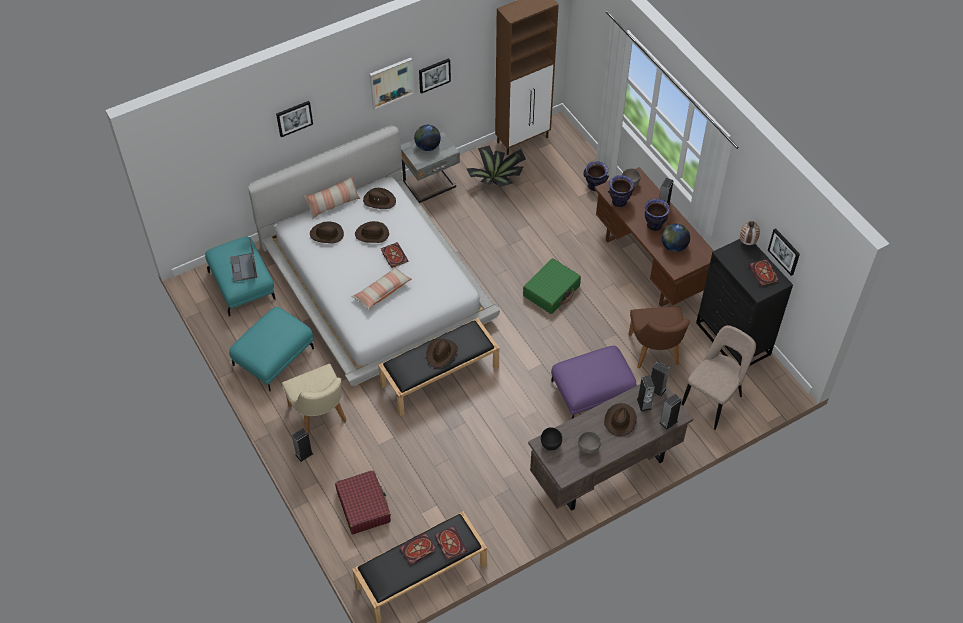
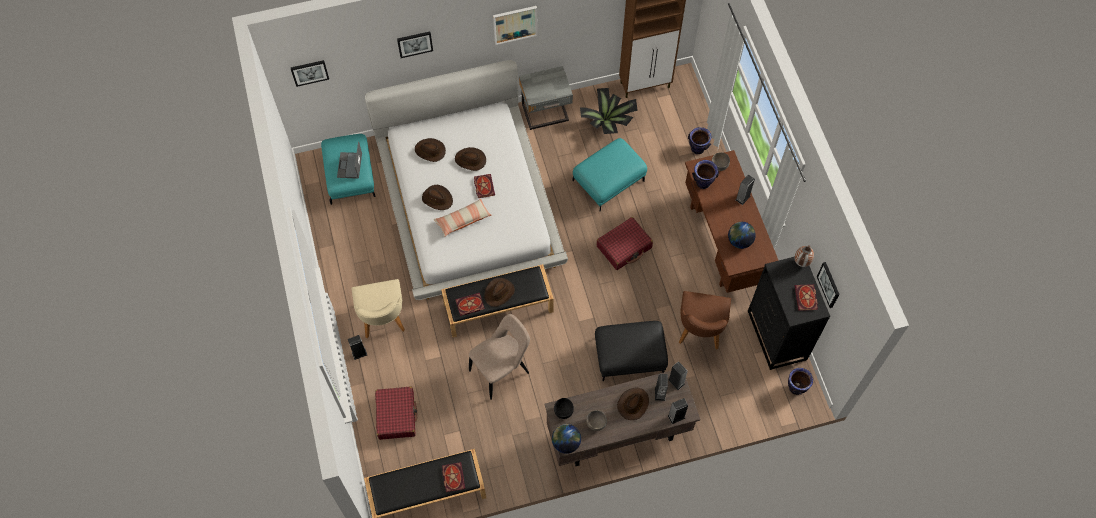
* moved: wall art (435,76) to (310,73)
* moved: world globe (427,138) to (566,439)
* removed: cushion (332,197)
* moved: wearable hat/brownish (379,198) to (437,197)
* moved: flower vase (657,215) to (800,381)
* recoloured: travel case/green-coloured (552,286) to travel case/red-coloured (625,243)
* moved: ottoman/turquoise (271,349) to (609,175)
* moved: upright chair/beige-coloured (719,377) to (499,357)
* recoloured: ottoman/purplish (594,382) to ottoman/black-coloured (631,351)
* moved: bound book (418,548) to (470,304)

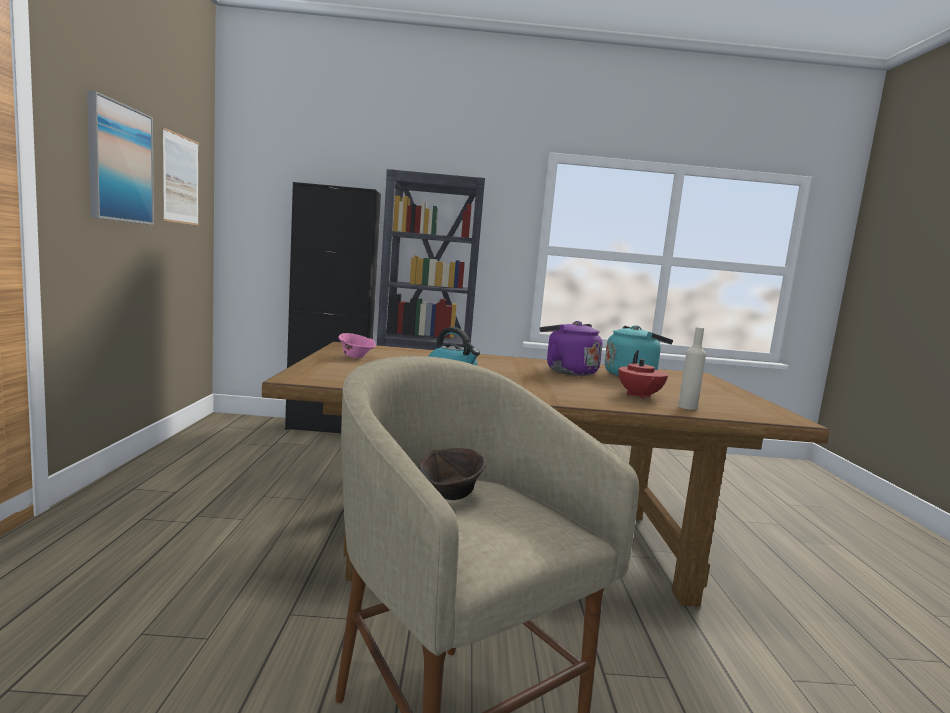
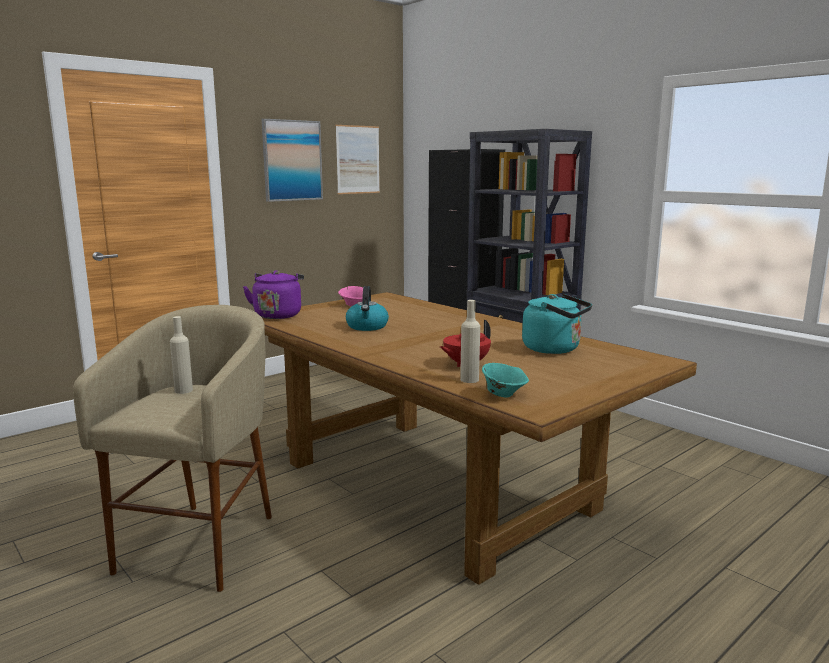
* moved: water kettle/purplish (571,348) to (273,294)
* replaced: deep dish/brownish (452,474) to bottle/beige-coloured (181,355)
* added: deep dish/turquoise (505,380)

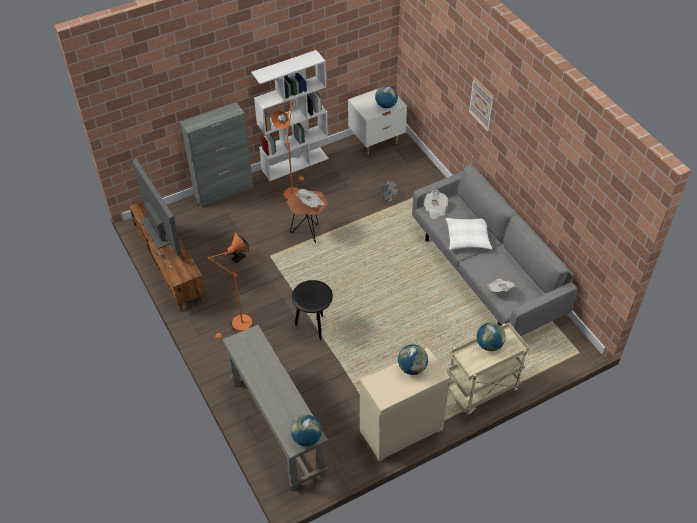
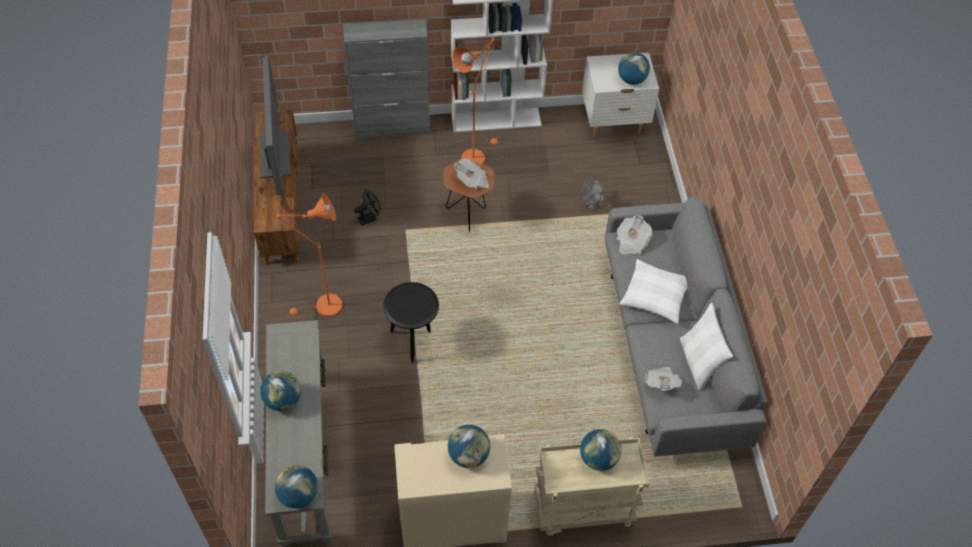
* removed: wall art (481,104)
* added: cushion/whitish (706,347)
* added: world globe (280,391)

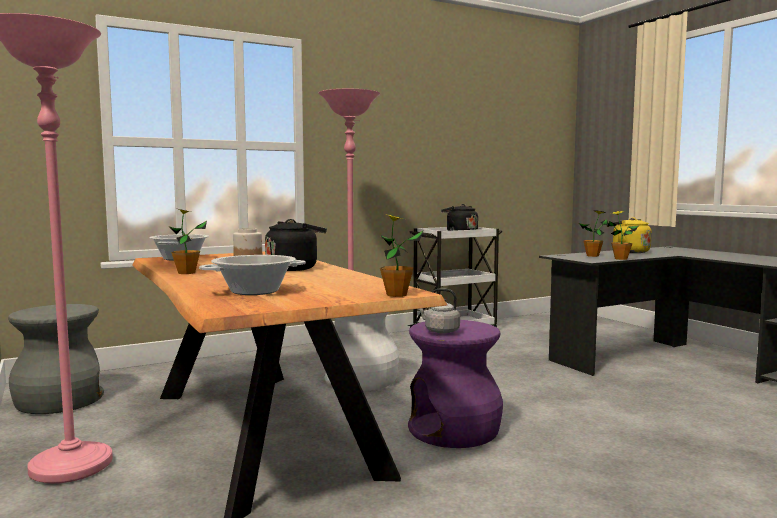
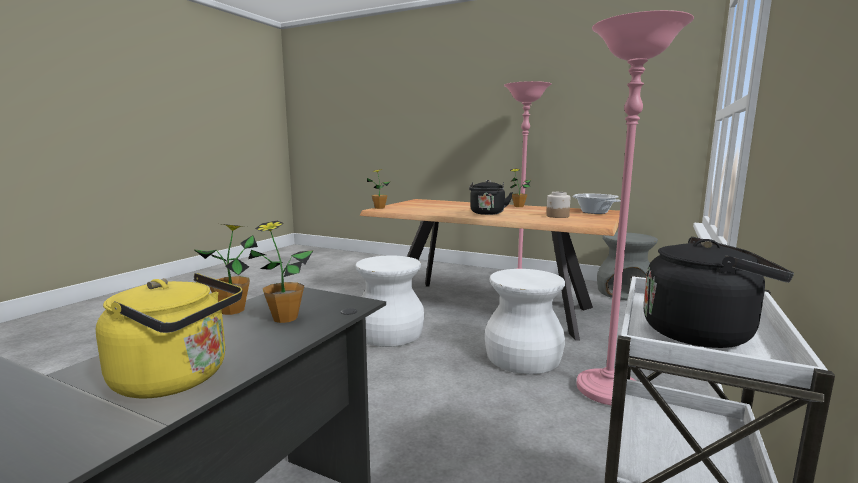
* removed: cooking pot (252,275)
* removed: water kettle/grey (438,311)
* recoloured: stool/purplish (455,384) to stool/whitish (389,301)

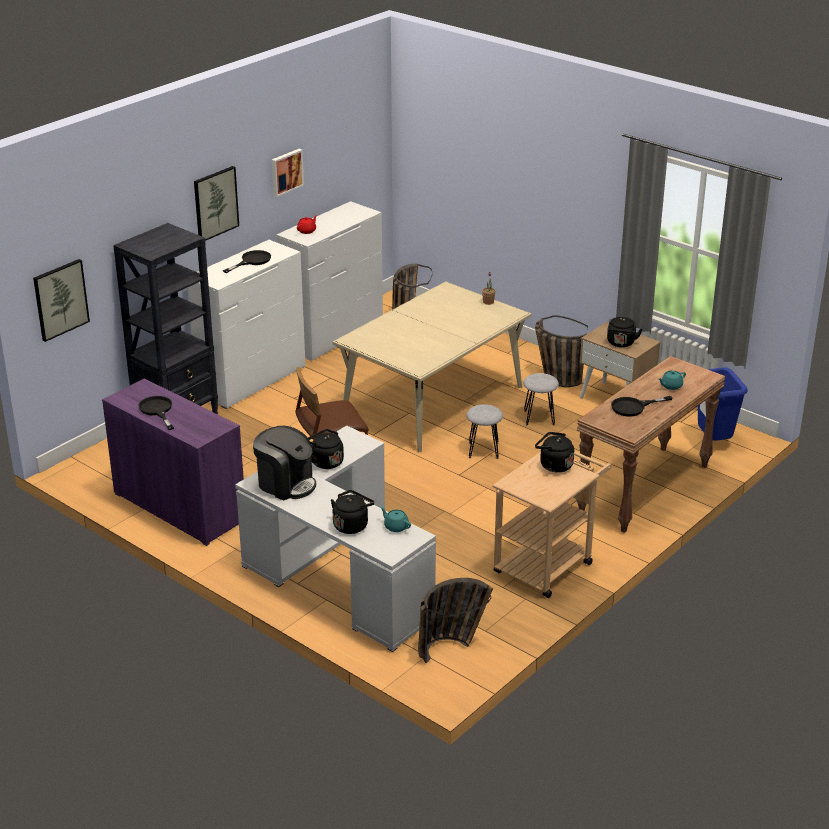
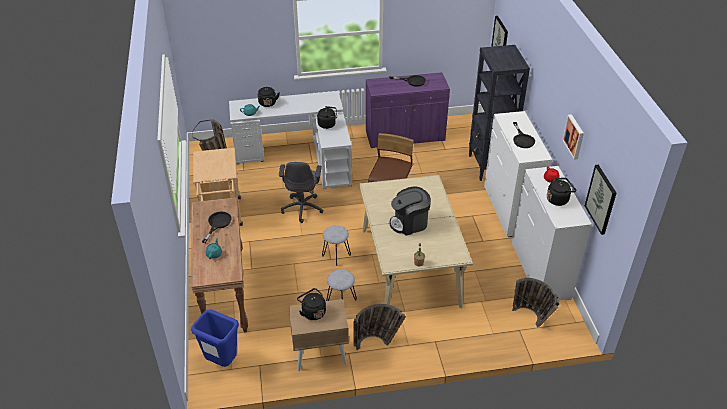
* moved: wall art (216,203) to (600,200)
* moved: coffee maker (284,463) to (410,211)
* moved: water kettle/black-coloured (554,452) to (561,192)
* added: desk chair/grey (301,192)

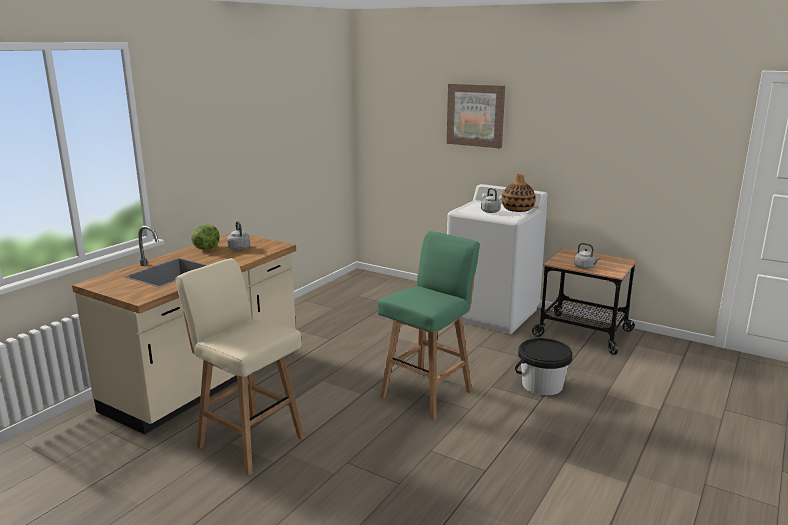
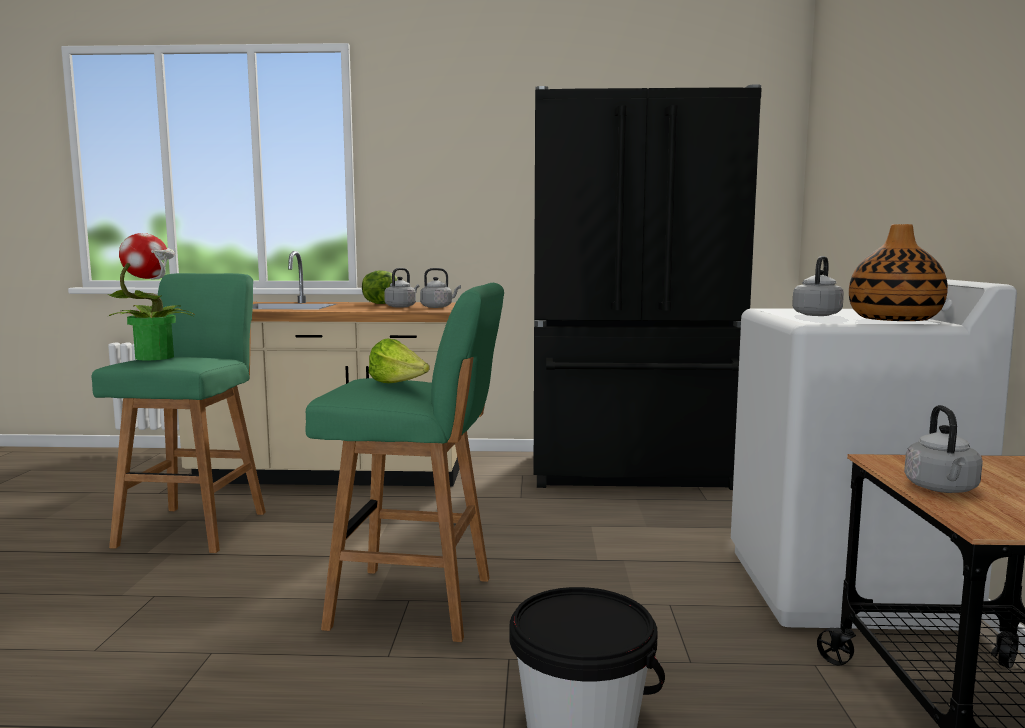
* removed: wall art (476,116)
* recoloured: stool/beige-coloured (240,366) to stool/green-coloured (179,413)
* added: refrigerator/black-coloured (647,287)
* added: plant in a pot (151,297)
* added: water kettle/grey (440,288)
* added: lettuce (399,360)

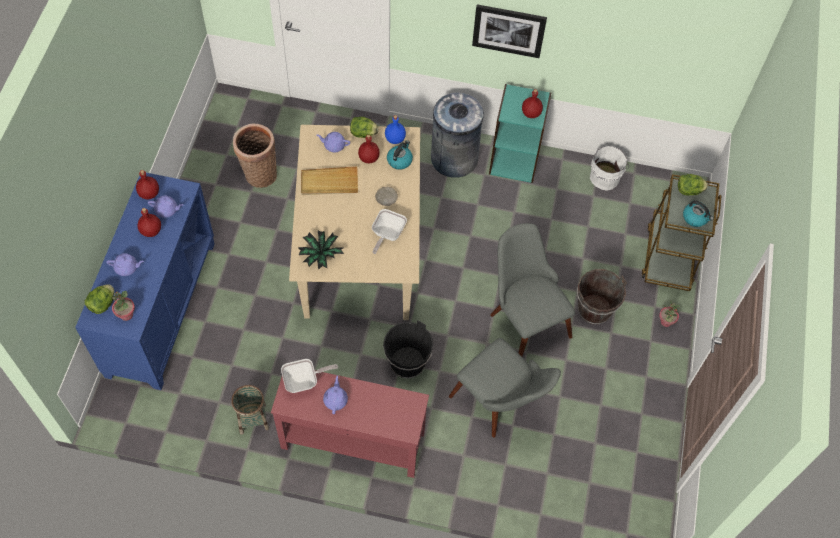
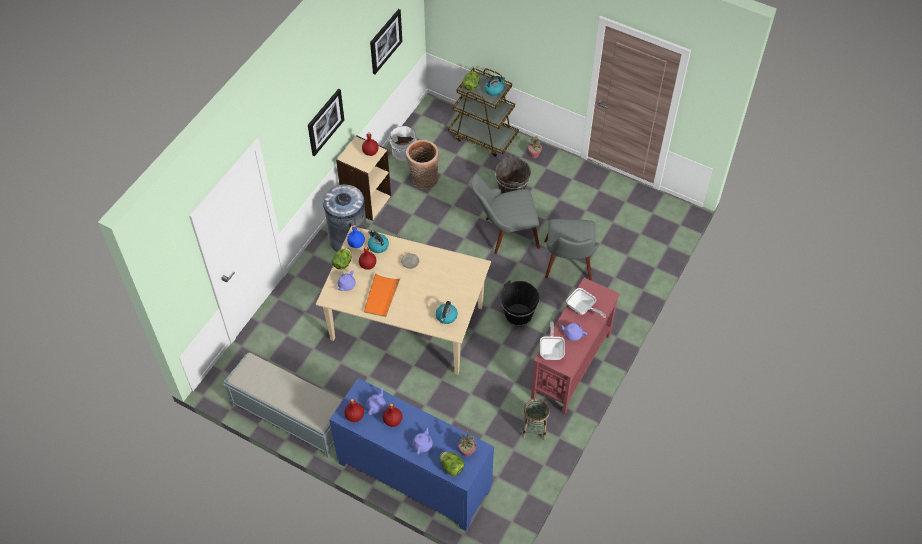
* recoloured: bookshelf/turquoise (520,133) to bookshelf/beige-coloured (363,178)
* moved: household basket (255,156) to (422,164)
* recoloured: carrying tray/beige-coloured (329,180) to carrying tray/orange (382,295)
* moved: pan (389,231) to (586,303)
* replaced: plant in a pot (321,250) to water kettle (447,312)
* turned: upright chair/grey (505,388) = (571,249) 120 degrees clockwise
* added: wall art (386,41)
* added: long seat/grey (282,405)

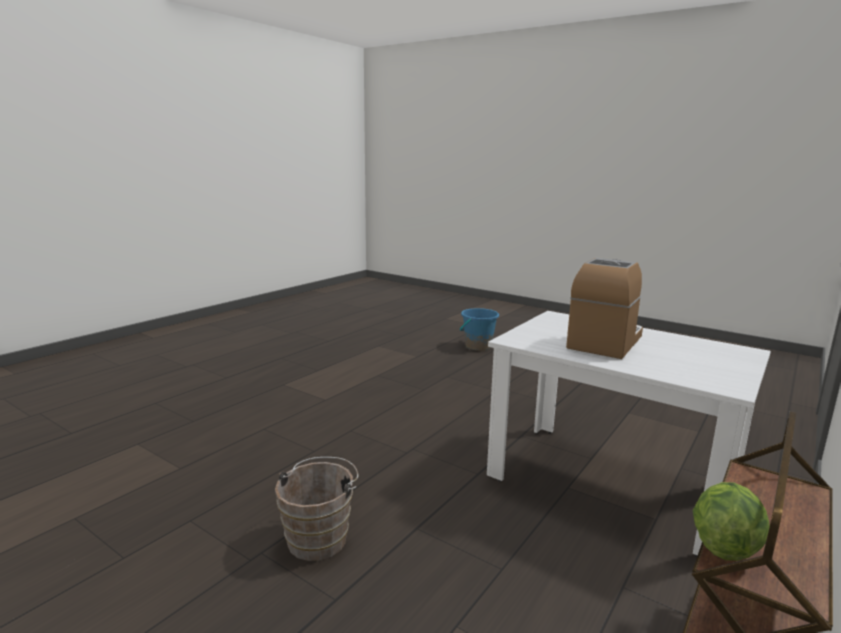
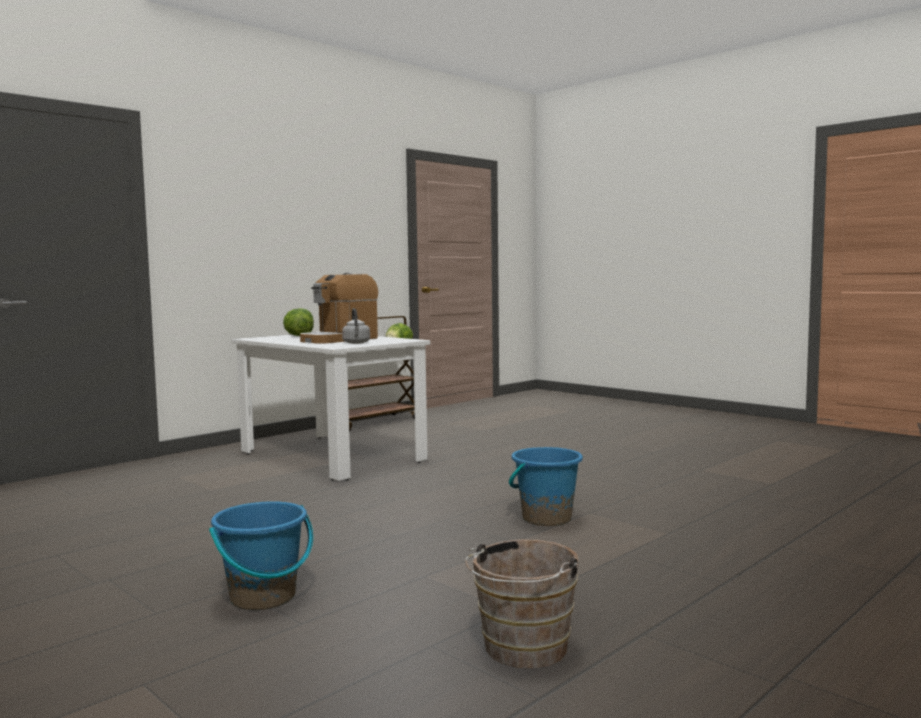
* moved: bucket/brownish (316,509) to (522,604)
* added: lettuce (298,322)
* added: water kettle/grey (356,326)
* added: bucket/blue-coloured (546,486)

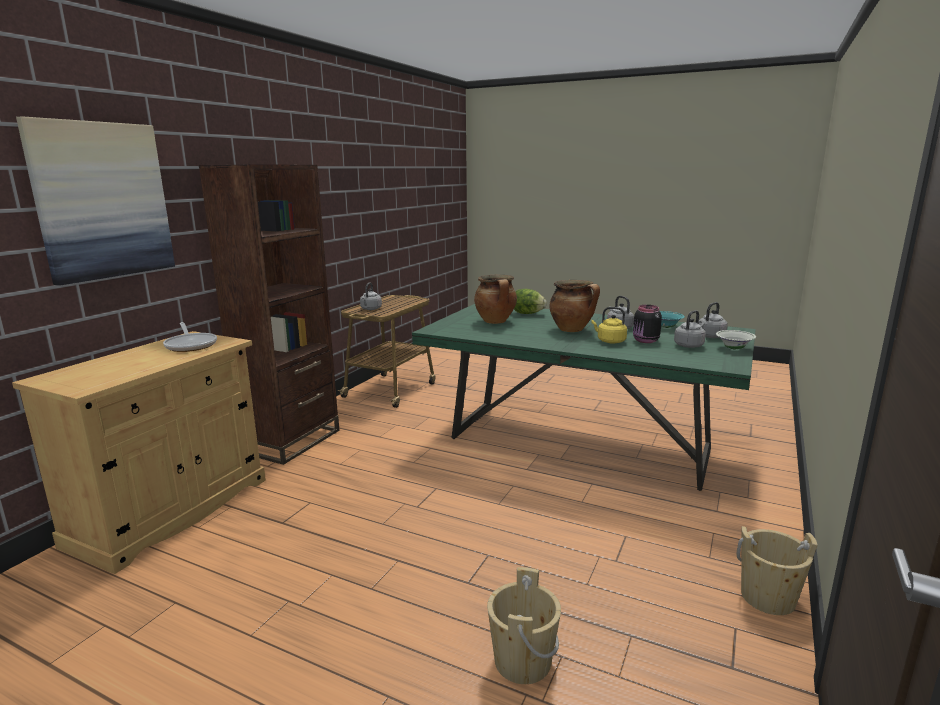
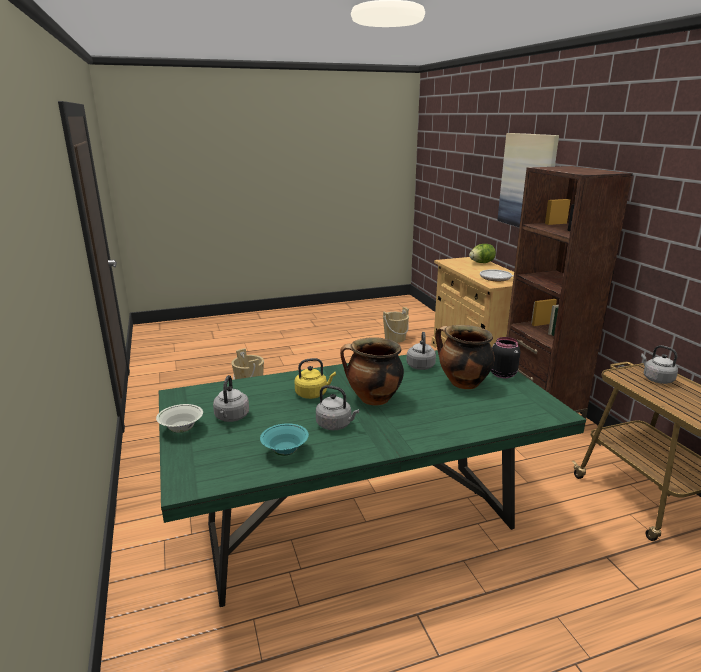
* moved: lettuce (530,301) to (482,253)
* moved: water kettle/grey (713,320) to (421,351)
* moved: storage jar/black-coloured (647,324) to (505,357)
* moved: bucket/beige-coloured (777,570) to (396,325)

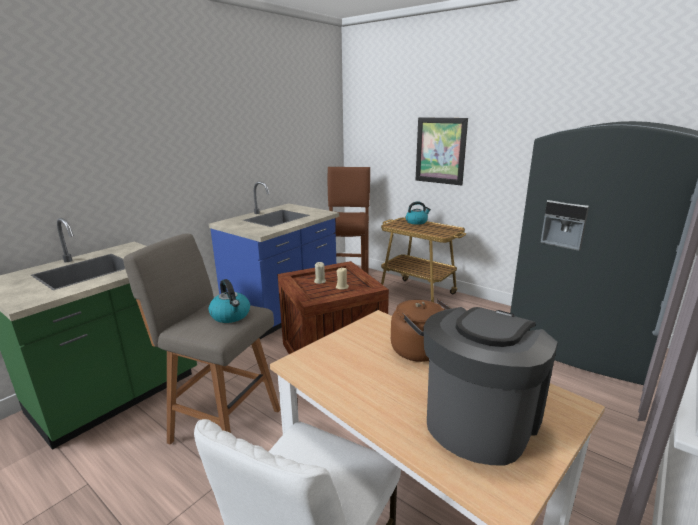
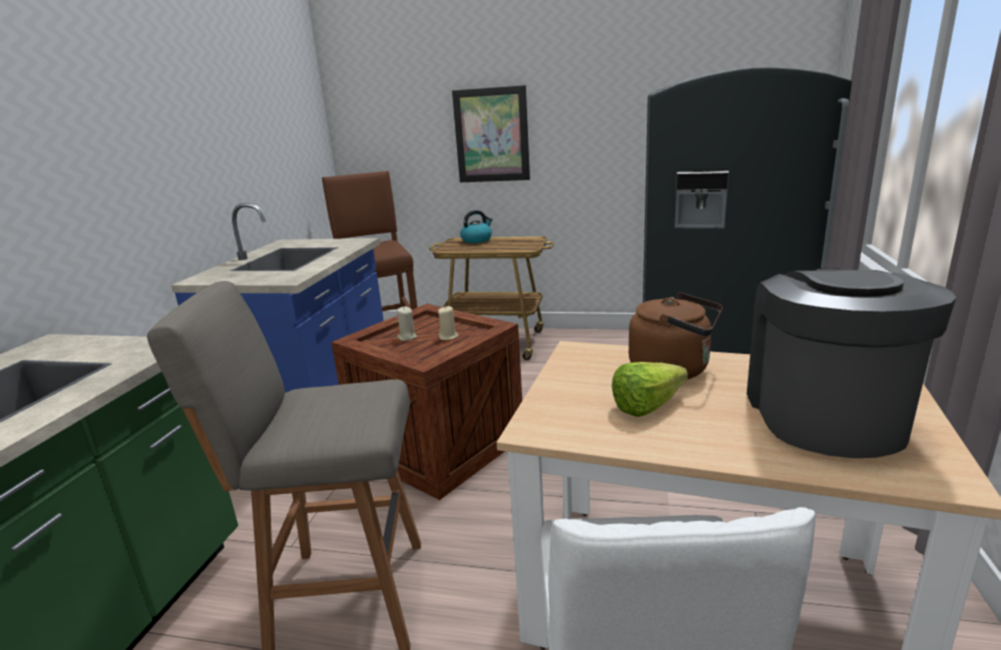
* removed: water kettle (229,301)
* added: lettuce (650,389)

